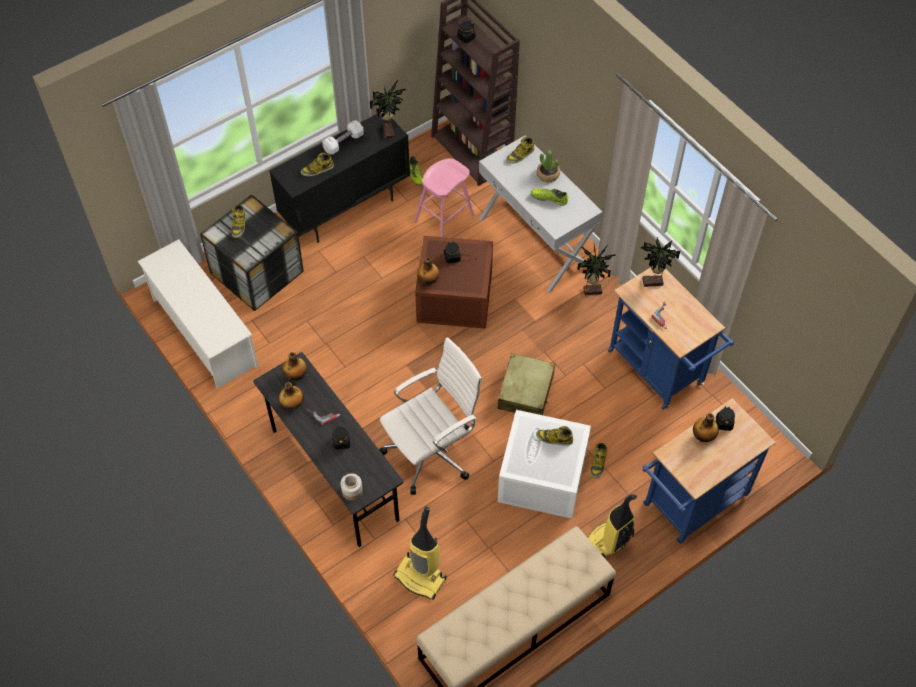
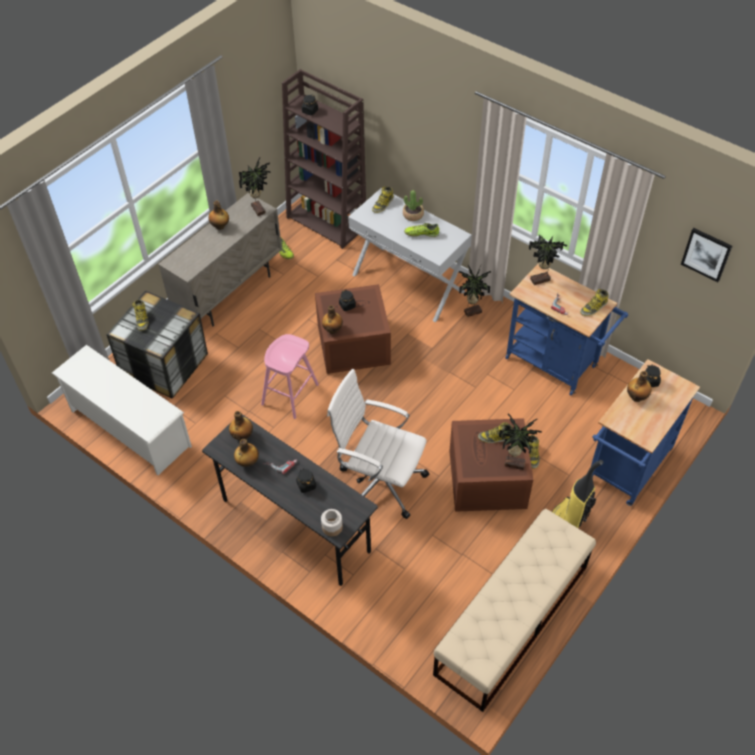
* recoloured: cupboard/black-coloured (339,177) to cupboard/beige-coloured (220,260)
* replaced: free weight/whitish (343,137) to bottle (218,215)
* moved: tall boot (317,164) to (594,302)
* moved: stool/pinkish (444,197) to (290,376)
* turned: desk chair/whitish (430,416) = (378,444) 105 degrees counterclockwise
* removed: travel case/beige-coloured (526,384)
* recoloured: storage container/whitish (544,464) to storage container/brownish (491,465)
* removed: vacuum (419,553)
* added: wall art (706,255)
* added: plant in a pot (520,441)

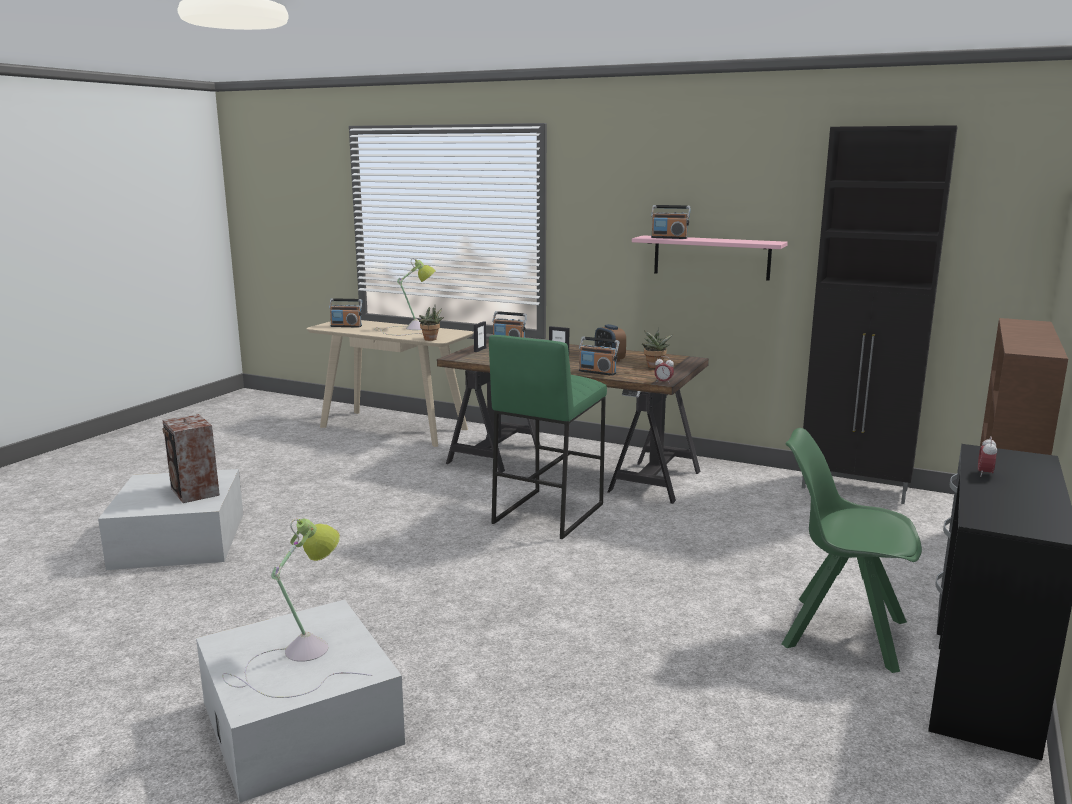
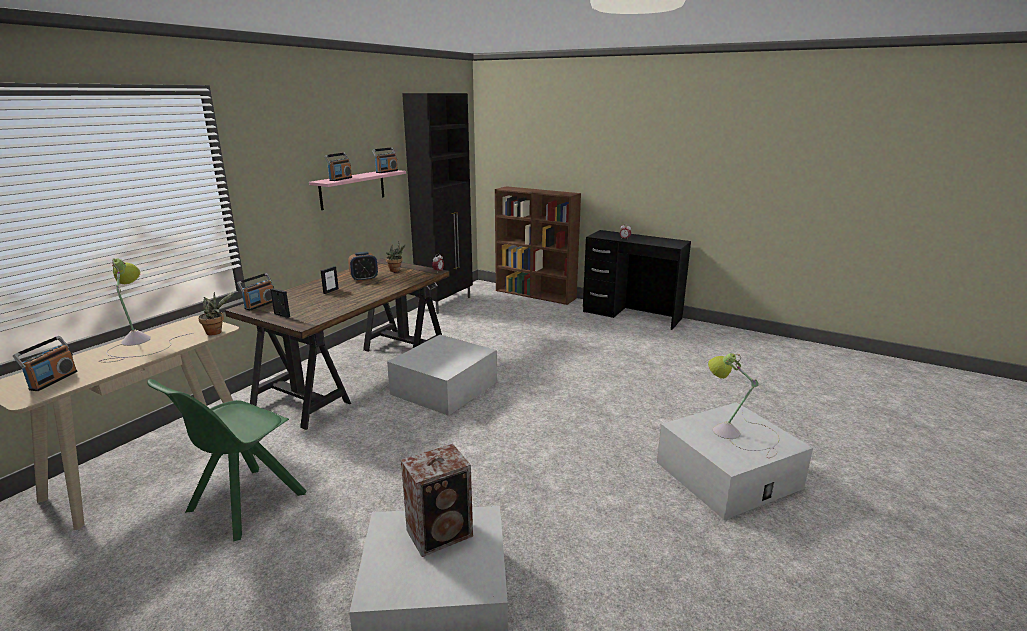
* replaced: stool/green-coloured (548,437) to storage container/whitish (442,375)
* moved: radio receiver (599,356) to (385,160)
* moved: upright chair/green-coloured (852,550) to (227,460)

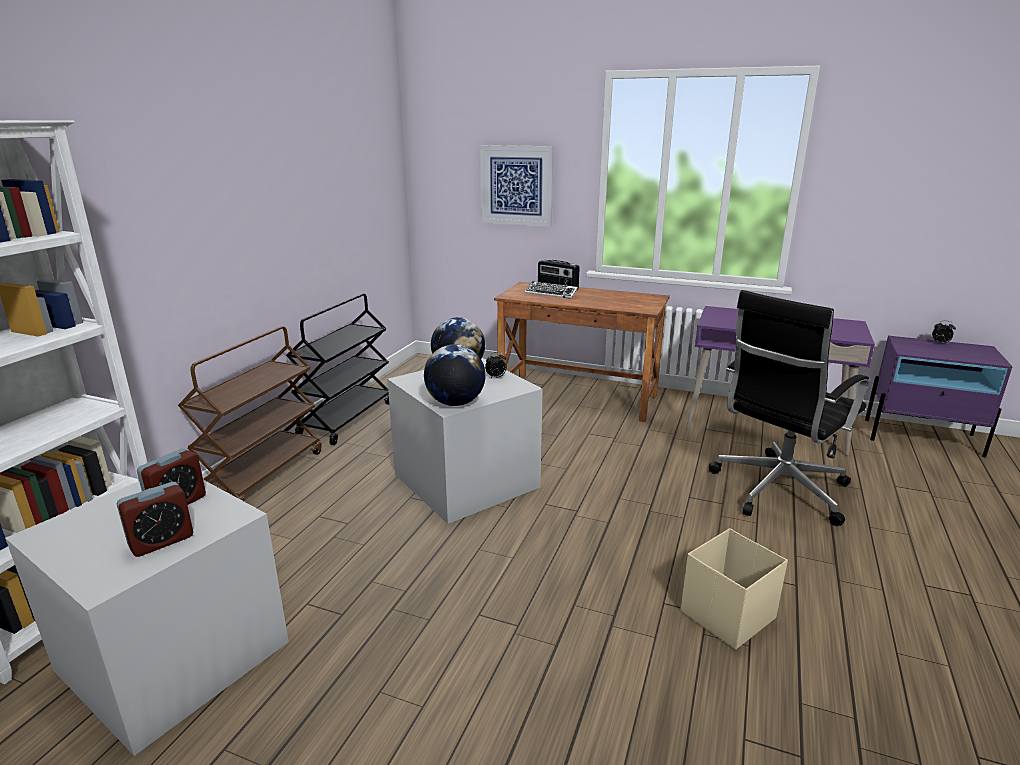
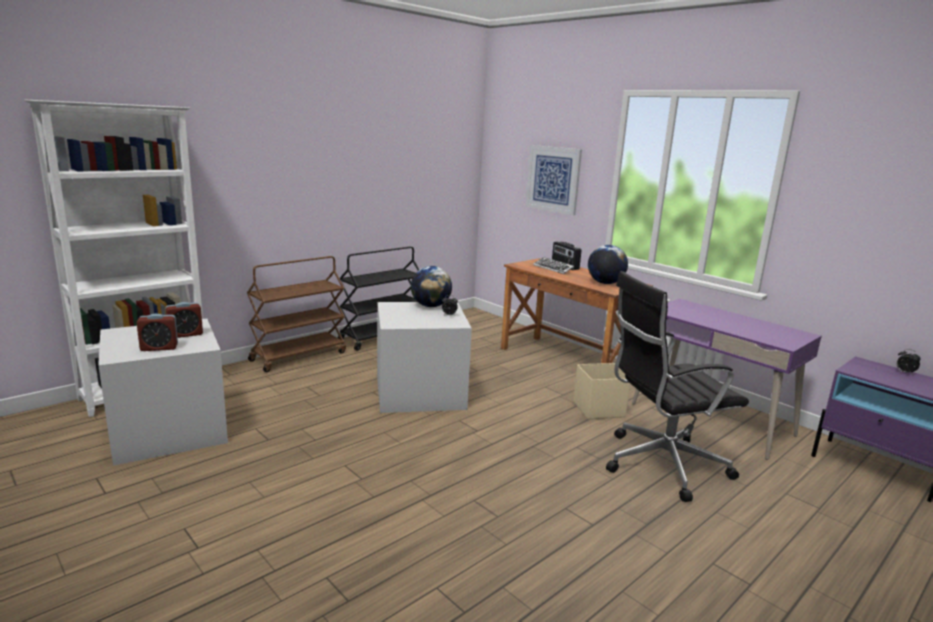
* moved: world globe (455,375) to (608,264)
* moved: storage container/beige-coloured (734,589) to (601,391)

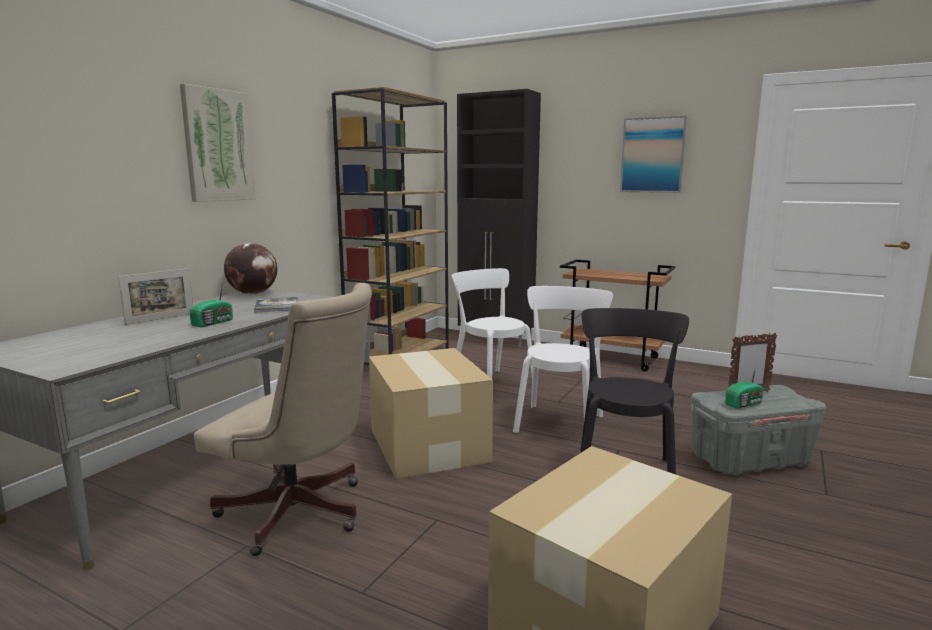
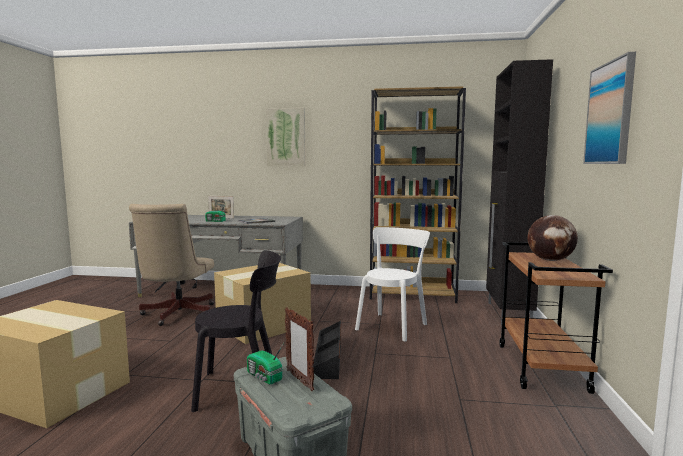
* moved: world globe (250,268) to (552,238)
* replaced: upright chair/whitish (563,365) to storage container/black-coloured (327,350)

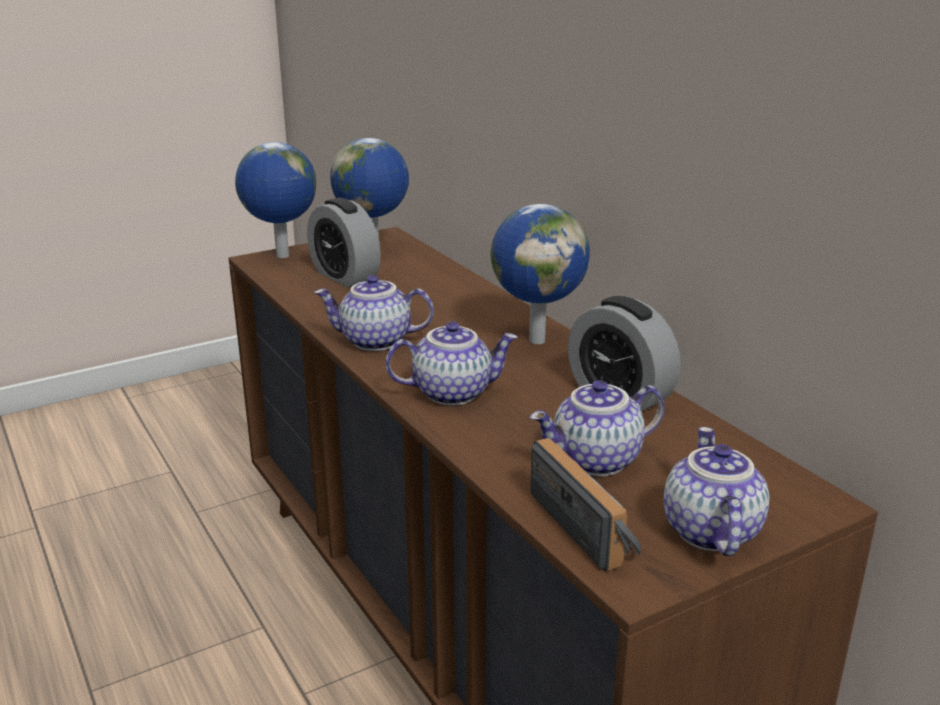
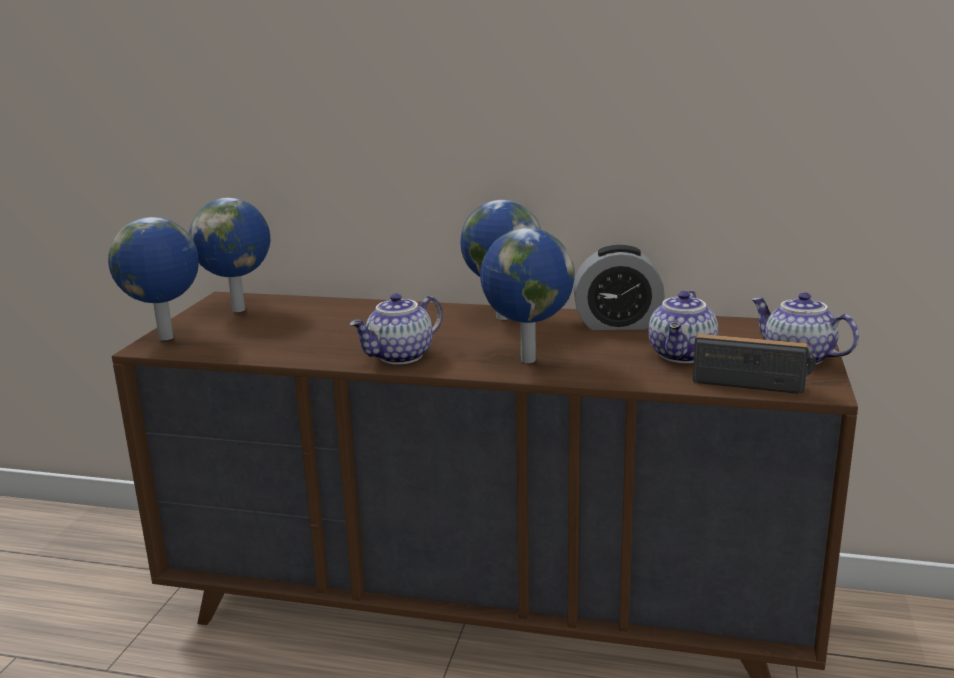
* removed: bedside clock (344,242)
* replaced: pot for tea (451,363) to world globe (527,295)

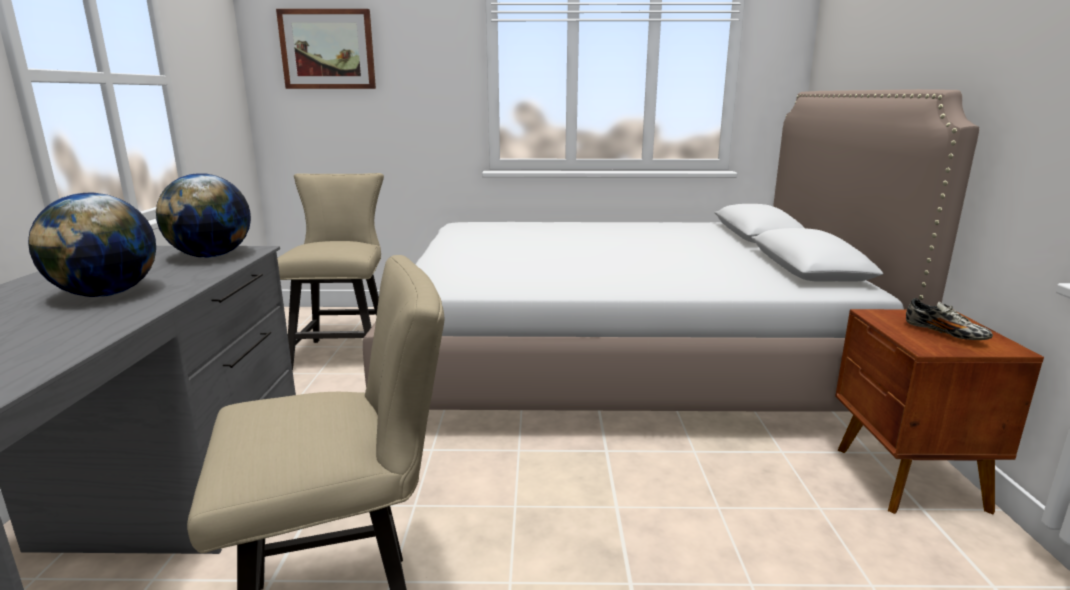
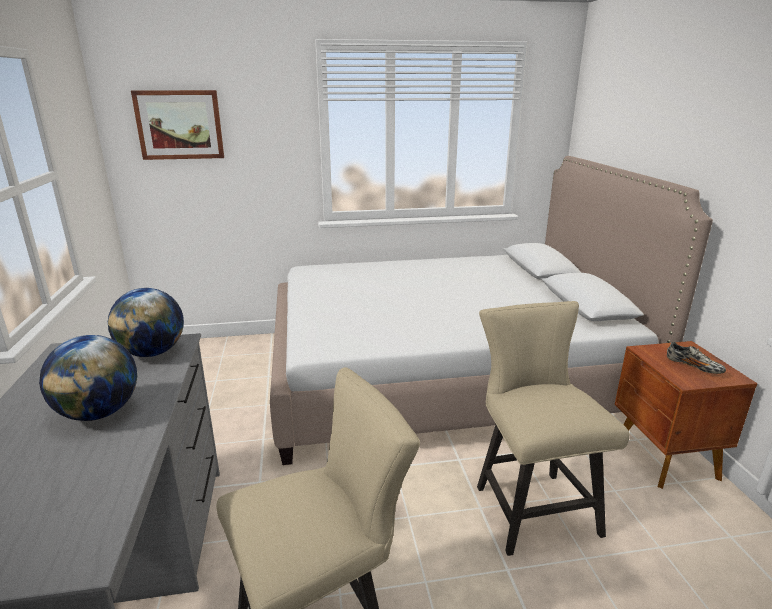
* moved: upright chair/beige-coloured (330,271) to (553,428)

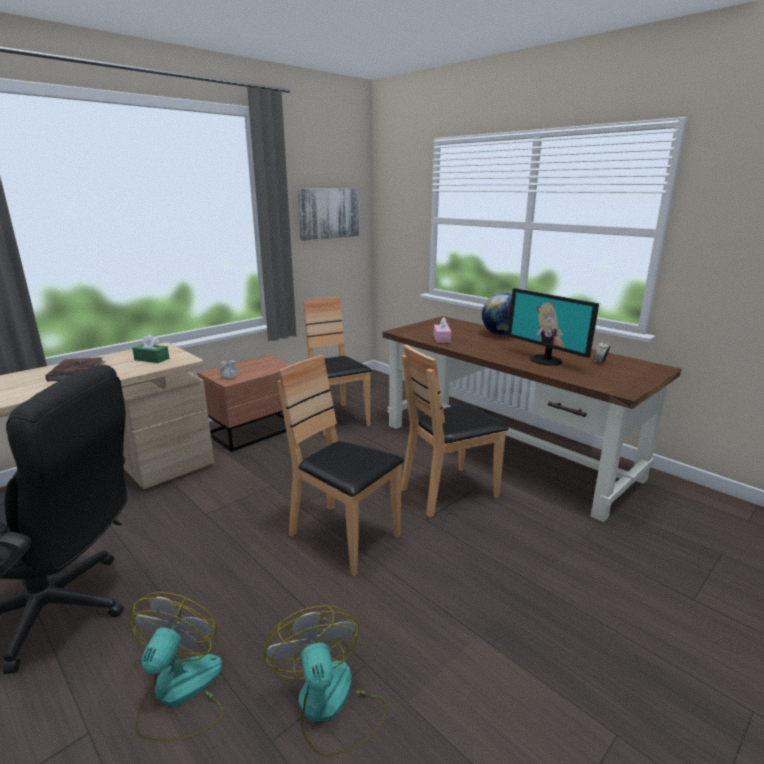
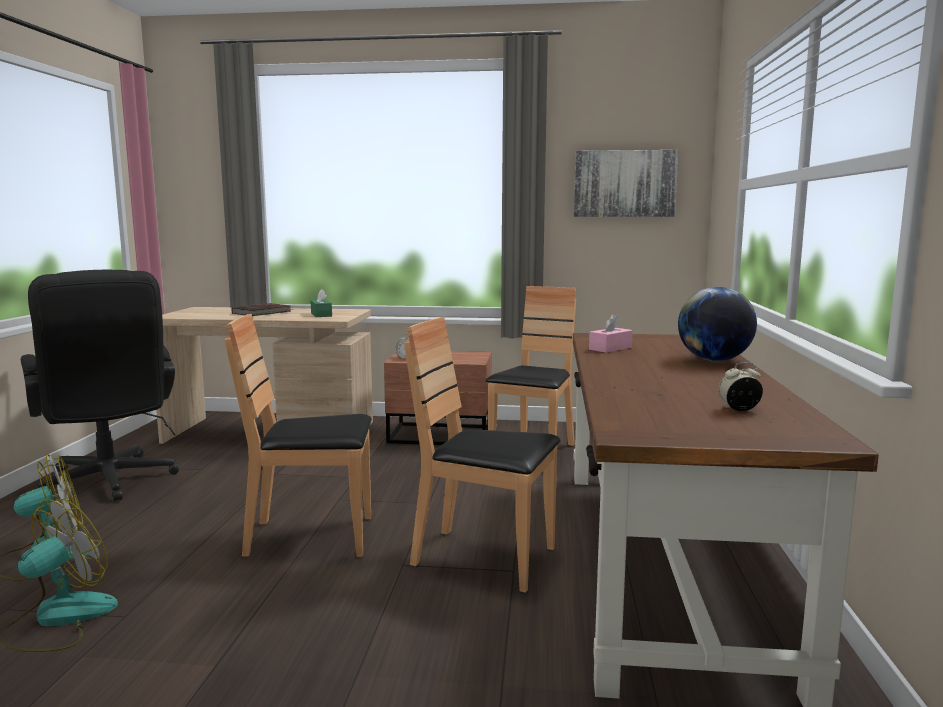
* removed: computer display (553,326)
* turned: upright chair/brownish (340,465) = (298,435) 90 degrees counterclockwise

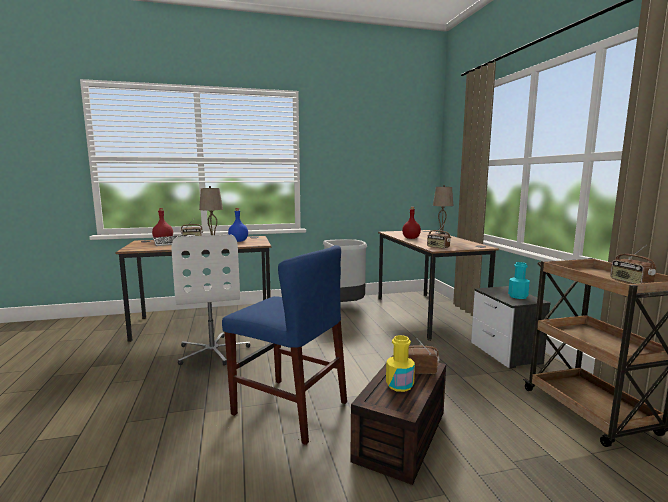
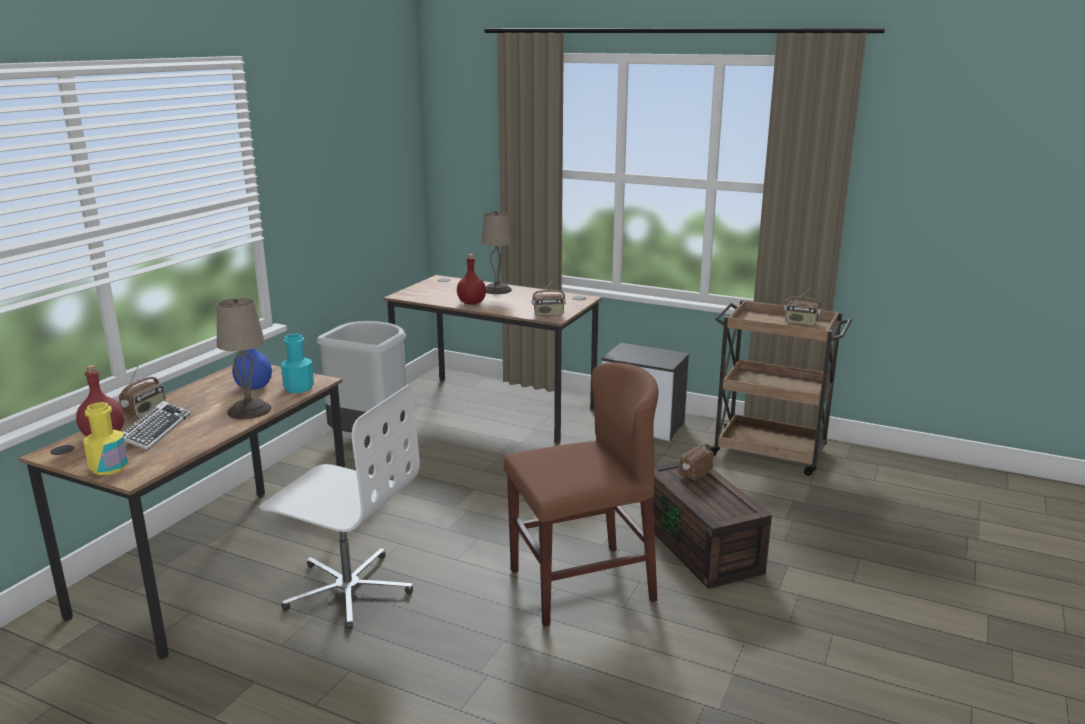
* recoloured: upright chair/blue-coloured (284,345) to upright chair/brownish (581,494)
* moved: bottle/turquoise (519,280) to (297,363)
* moved: bottle/yellow (400,363) to (106,438)

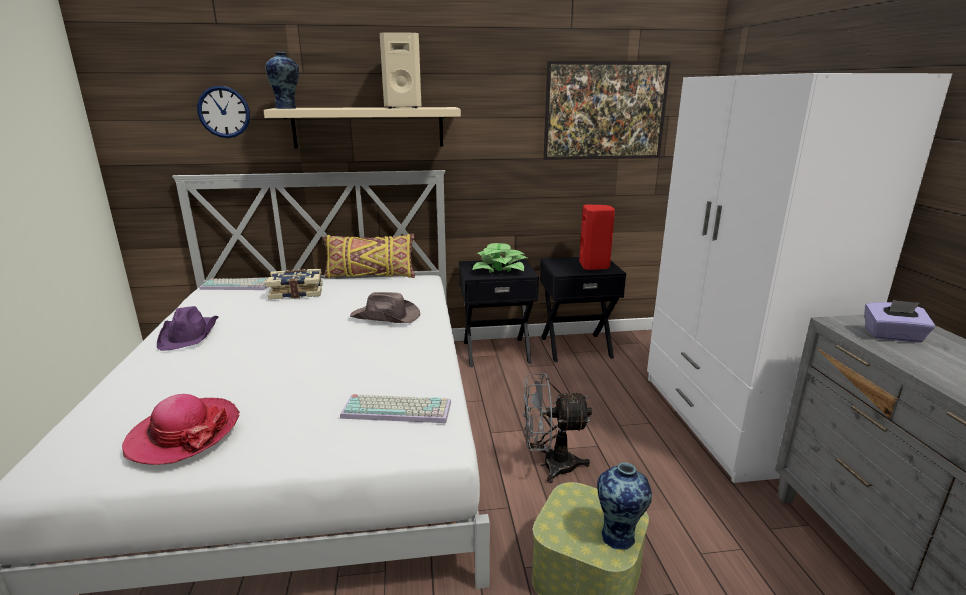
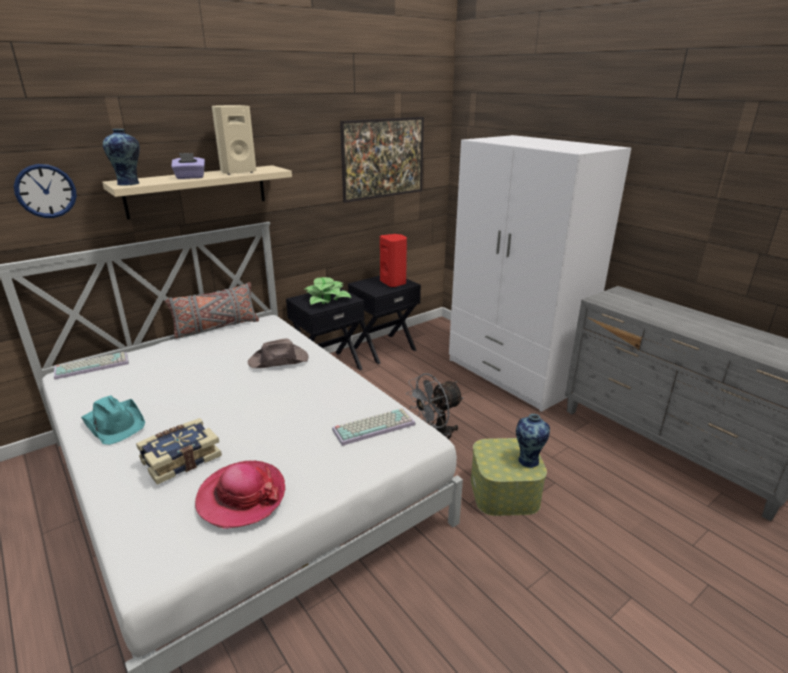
* recoloured: cushion/yellow (369,256) to cushion/grey (211,310)
* moved: bound book (294,284) to (179,451)
* moved: tissue holder/purplish (900,321) to (188,166)
* recoloured: wearable hat/purplish (187,328) to wearable hat/turquoise (113,420)

